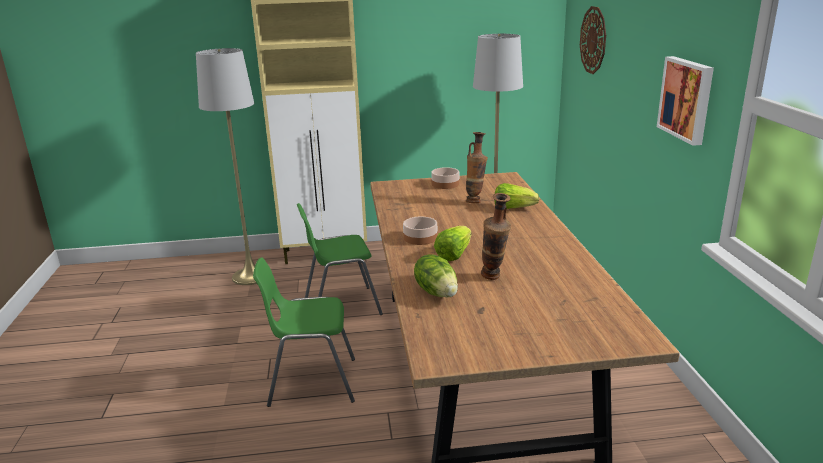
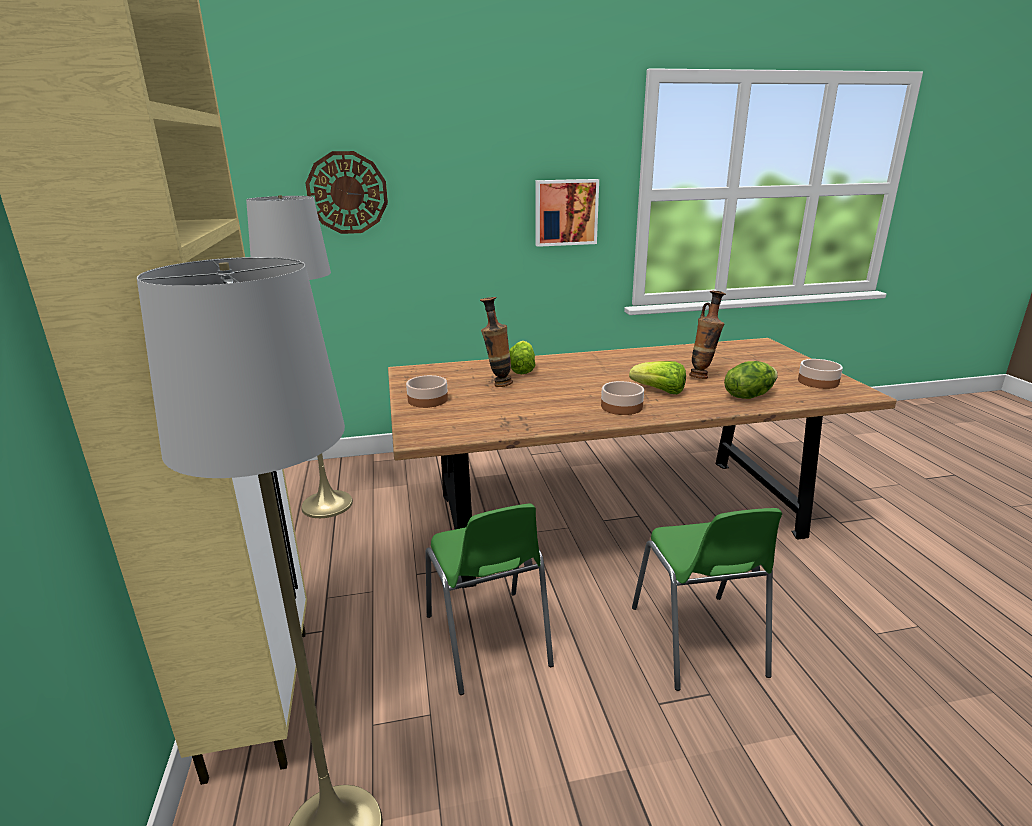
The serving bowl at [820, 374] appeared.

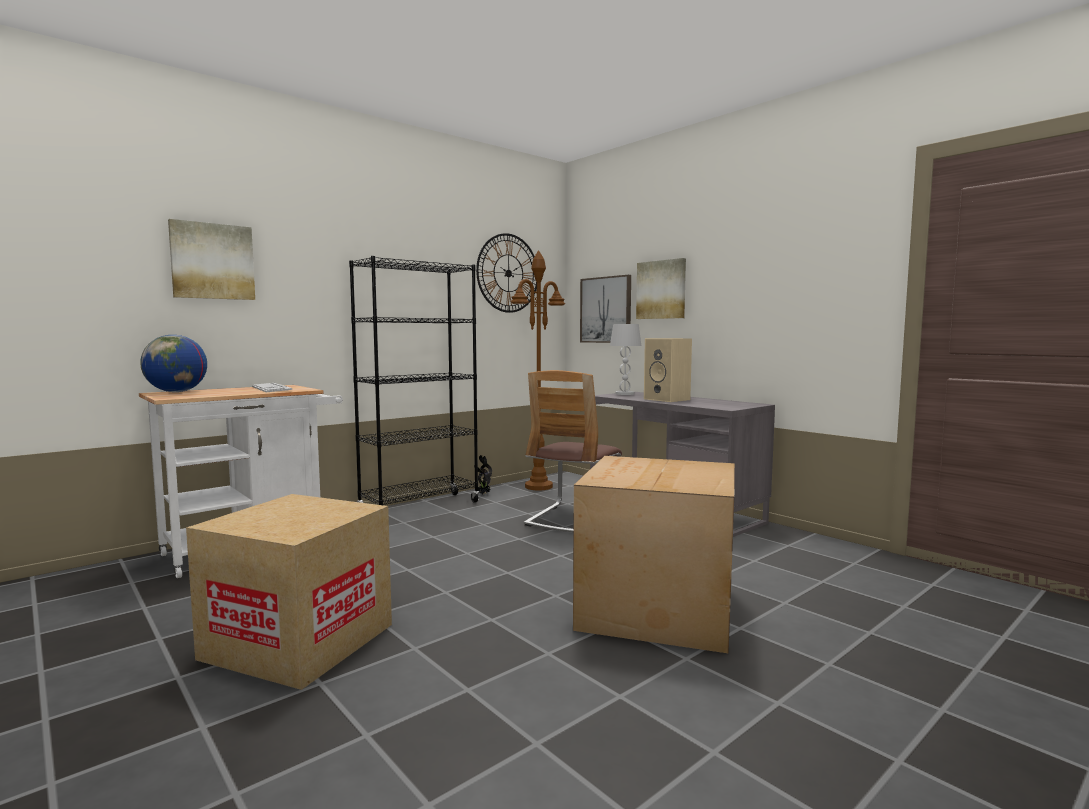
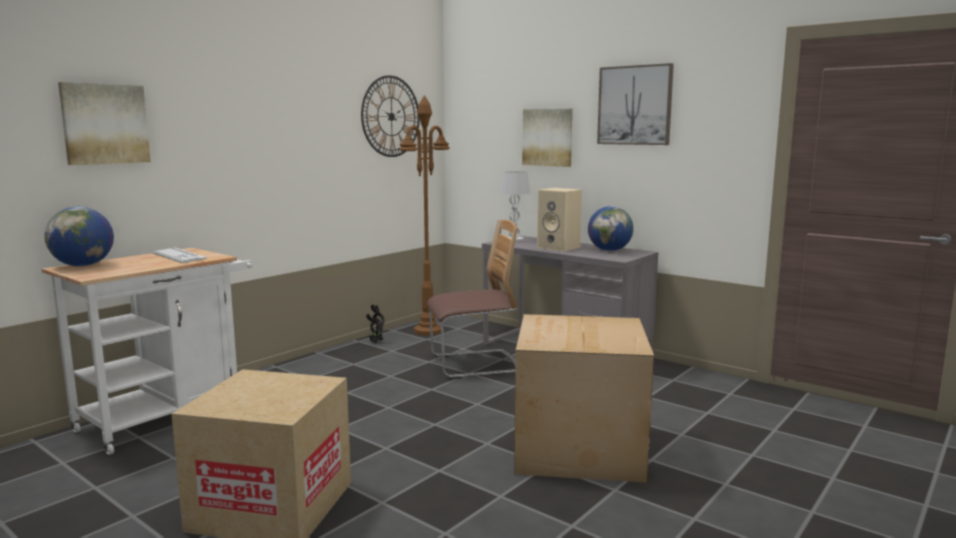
The black shelving unit at [414, 380] disappeared. The desk globe at [610, 228] appeared. The picture moved from [605, 309] to [635, 104]. The plain chair at [573, 451] turned 120 degrees counterclockwise.

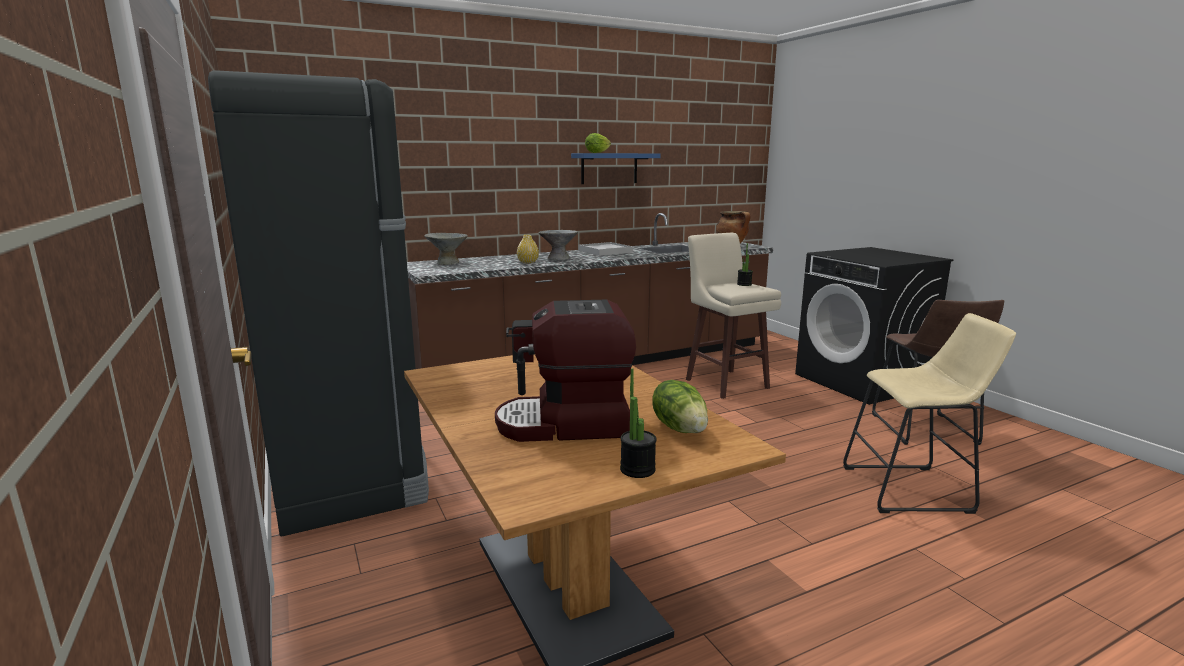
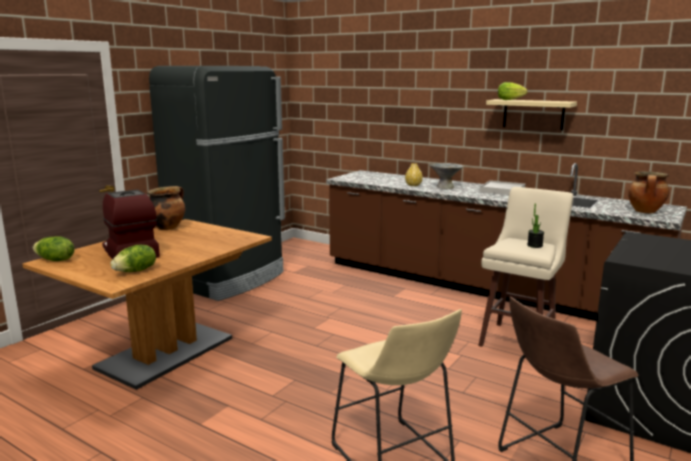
The gray serving bowl at [445, 249] disappeared. The potted plant at [638, 423] disappeared. The lettuce head at [54, 248] appeared. The stockpot at [166, 208] appeared. The bluish wall shelf at [616, 168] became the beige wall shelf at [531, 114].

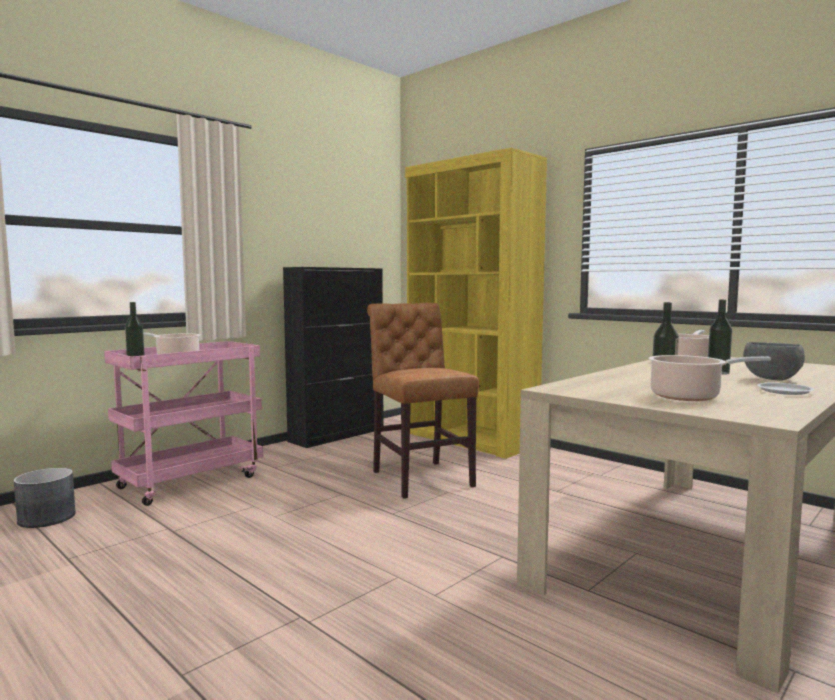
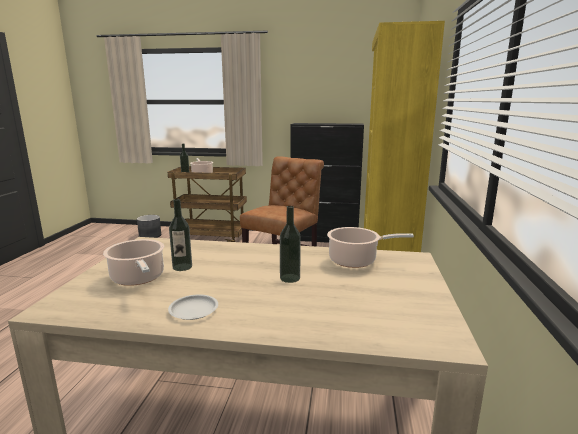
The gray serving bowl at [774, 361] disappeared. The pink wheeled cart at [183, 423] became the brown-coloured wheeled cart at [207, 204].

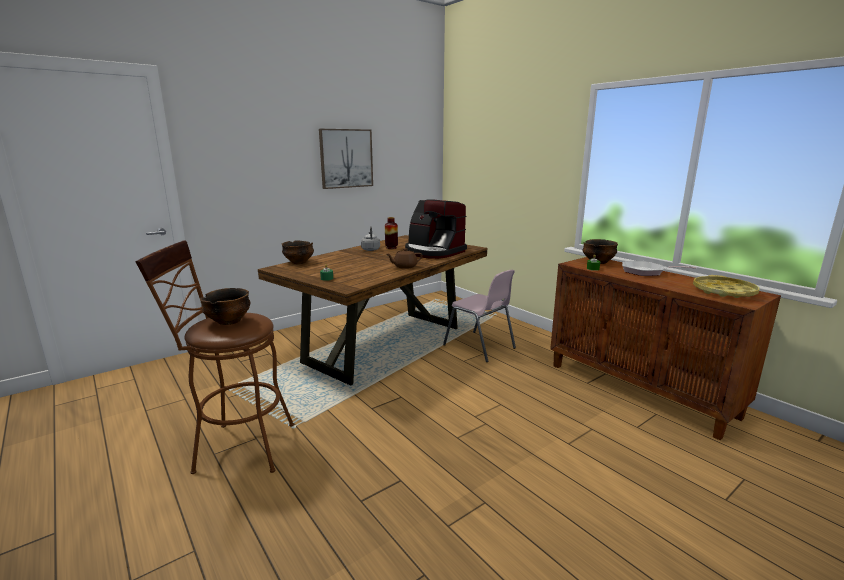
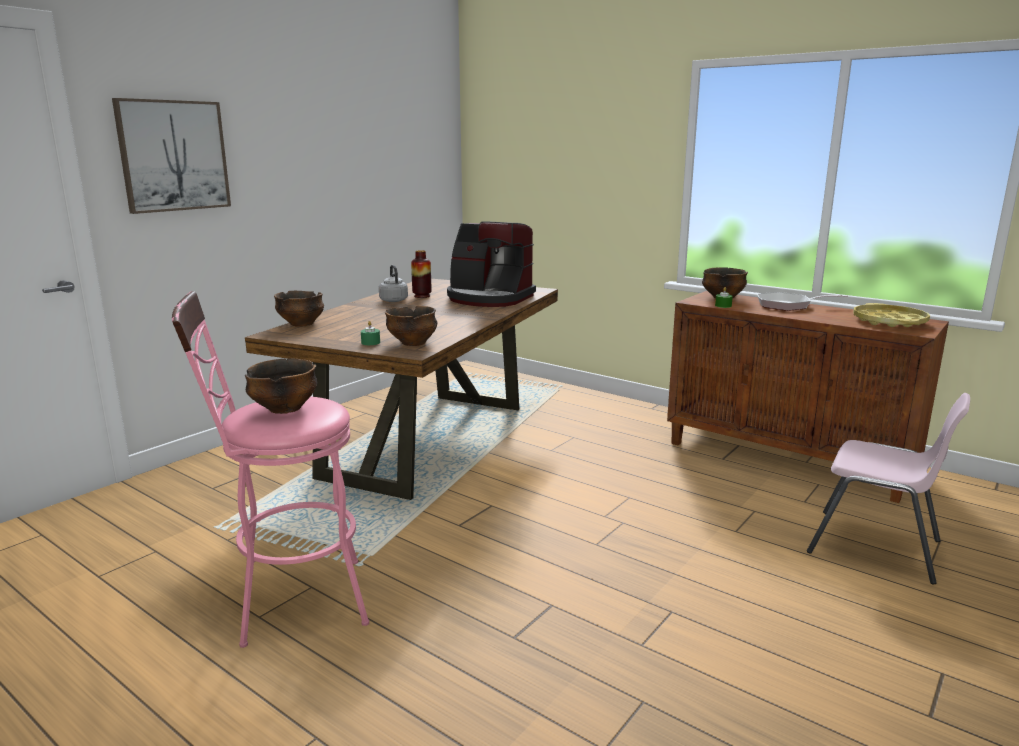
The brown-coloured teapot at [404, 258] disappeared. The serving bowl at [411, 326] appeared. The picture moved from [346, 159] to [171, 156]. The pink plain chair moved from [479, 316] to [888, 488]. The brown-coloured stool at [214, 357] became the pink stool at [270, 469].

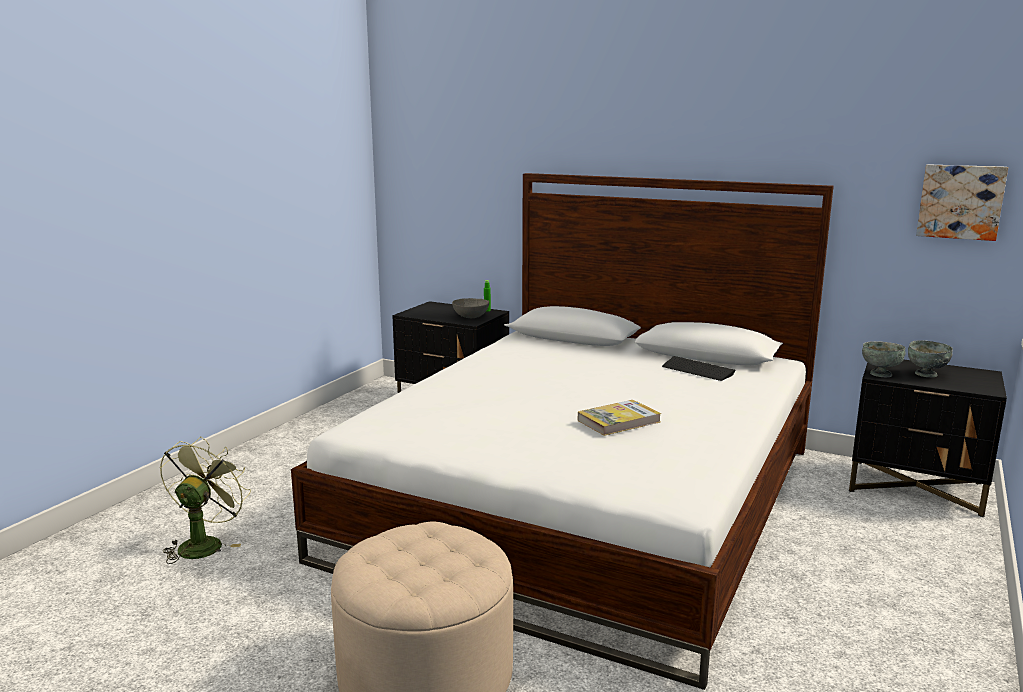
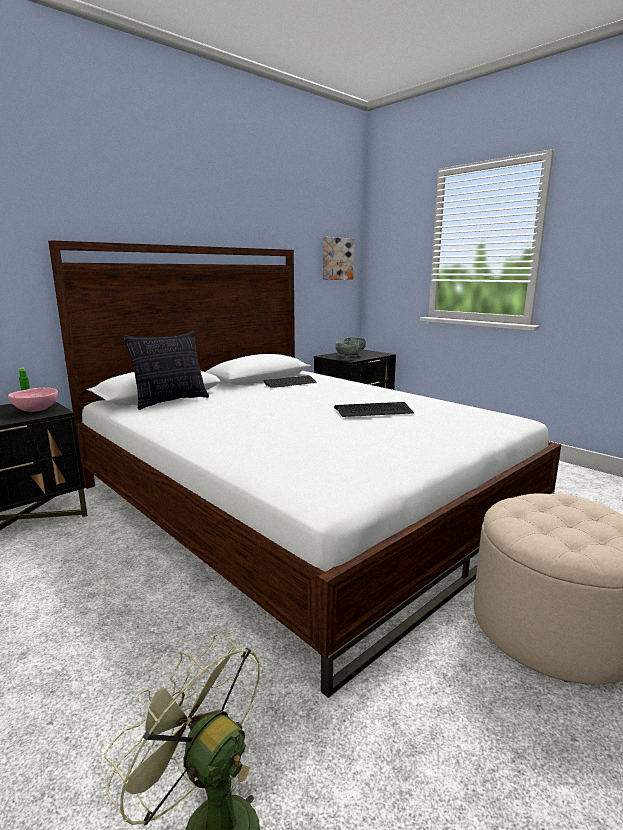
The throw pillow at [166, 370] appeared. The book at [619, 418] was replaced by the PC keyboard at [374, 409]. The gray serving bowl at [470, 308] became the pink serving bowl at [33, 399].

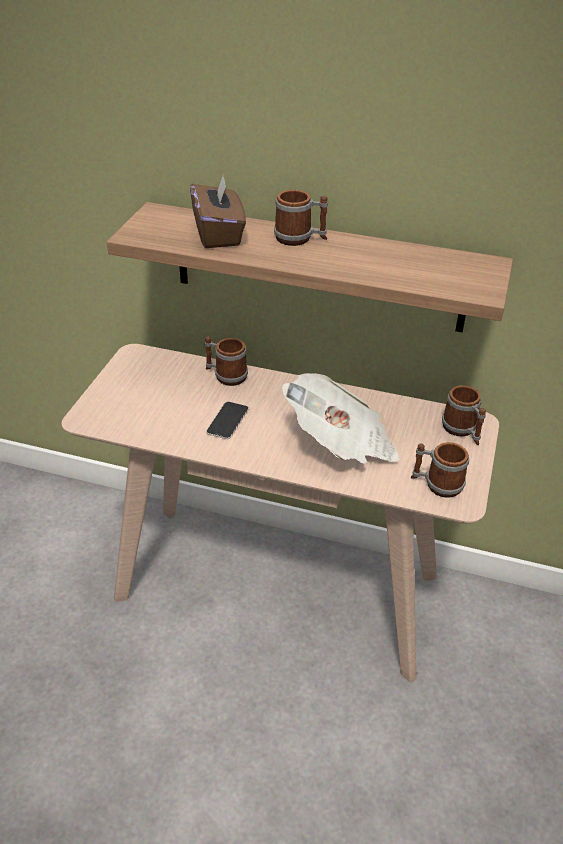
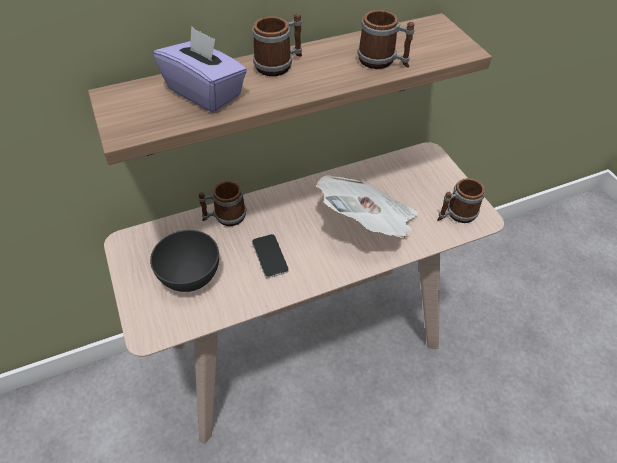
The gray serving bowl at [184, 261] appeared. The coffee mug moved from [464, 415] to [386, 39]. The brown-coloured tissue box at [218, 210] became the purple tissue box at [200, 69].

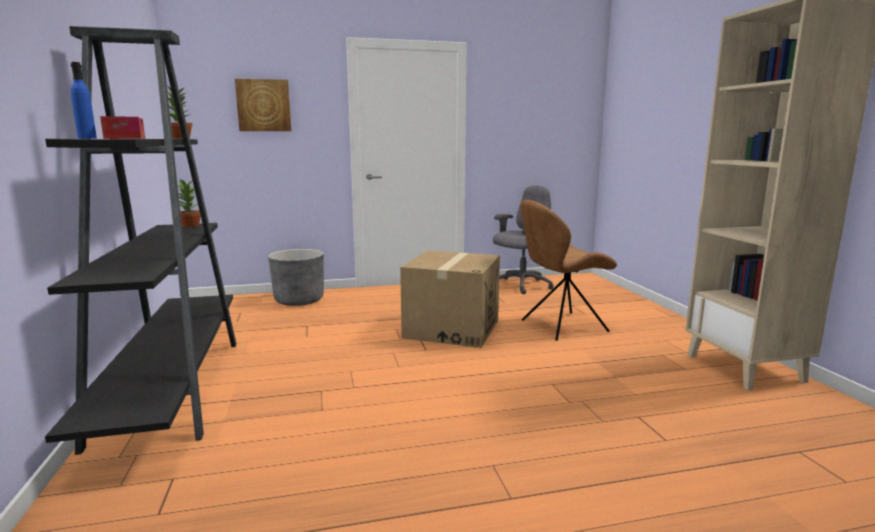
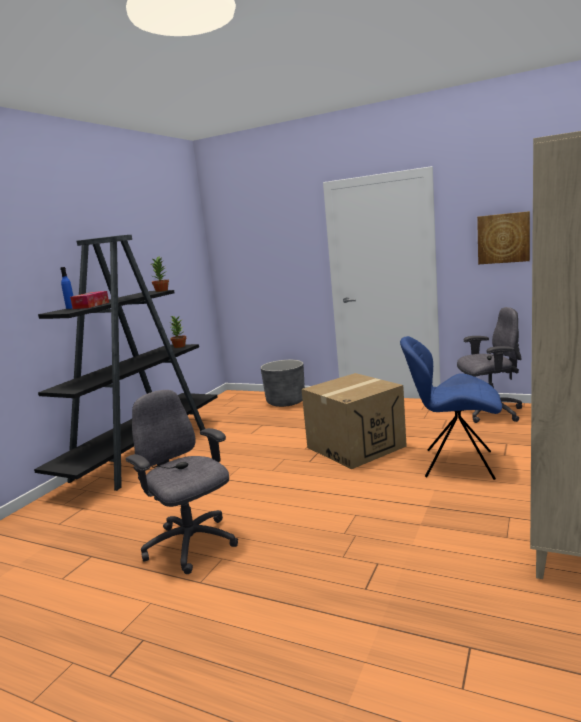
The gray office chair at [182, 482] appeared. The picture moved from [263, 105] to [503, 237]. The brown-coloured plain chair at [568, 270] became the bluish plain chair at [451, 408].

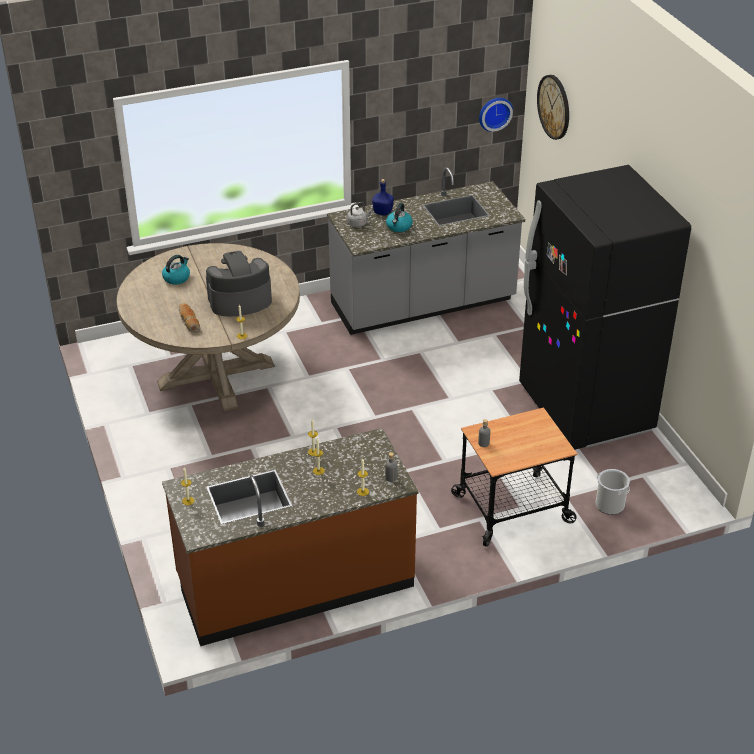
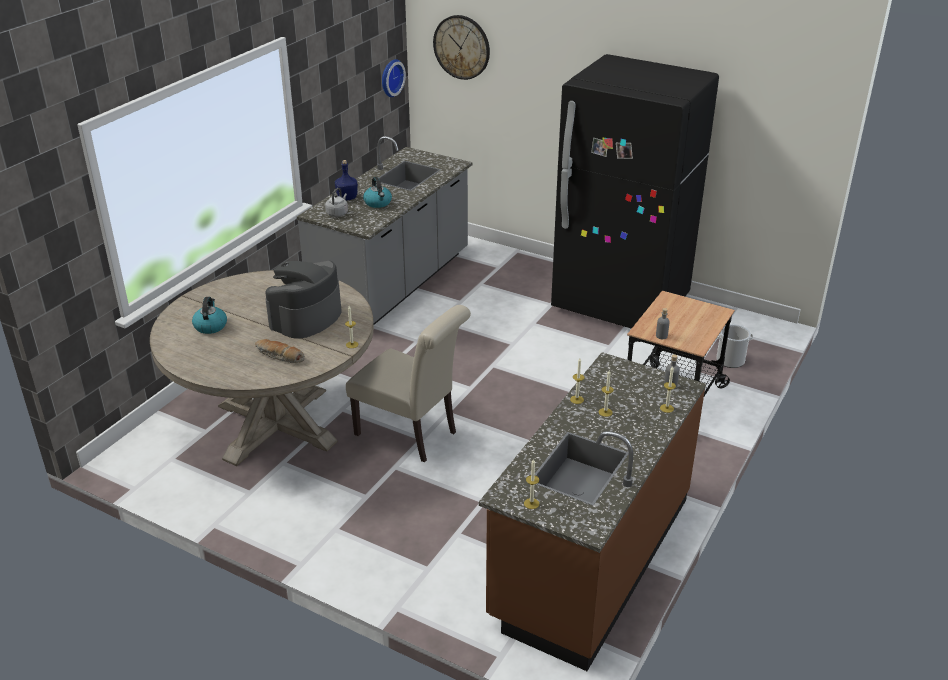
The beige plain chair at [408, 384] appeared.

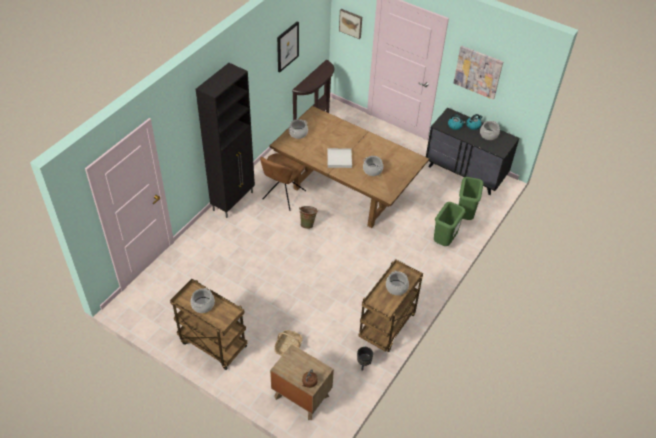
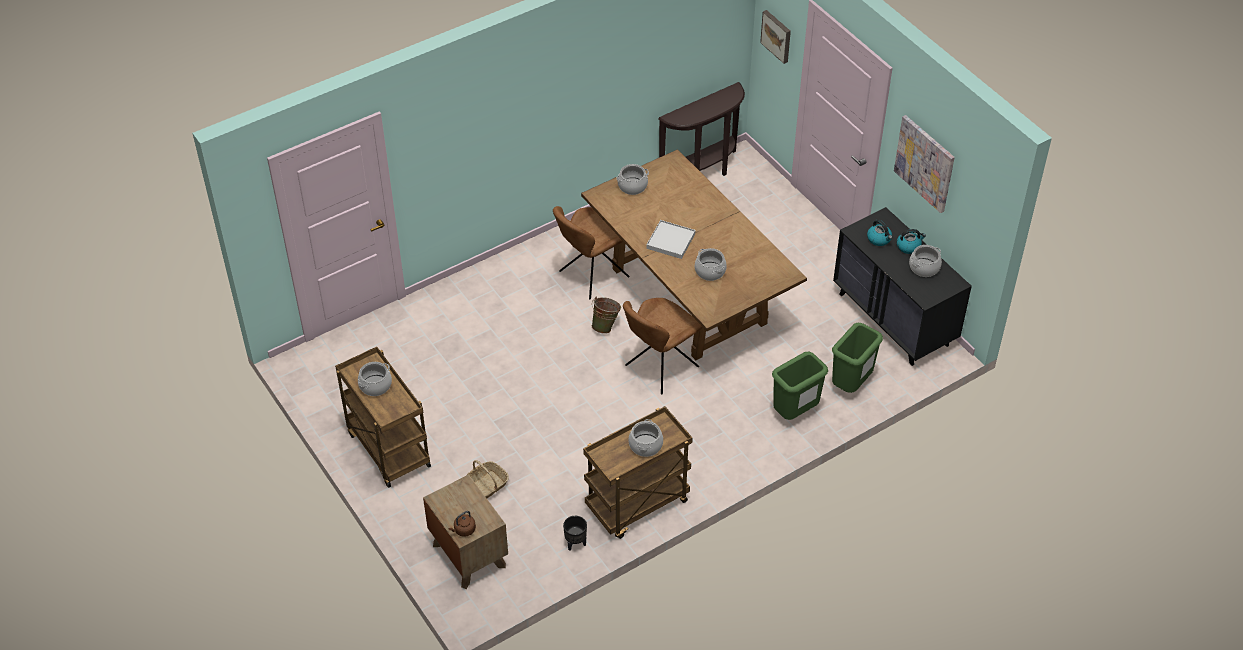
The black storage cabinet at [225, 140] disappeared. The picture at [288, 46] disappeared. The brown-coloured plain chair at [663, 346] appeared.

